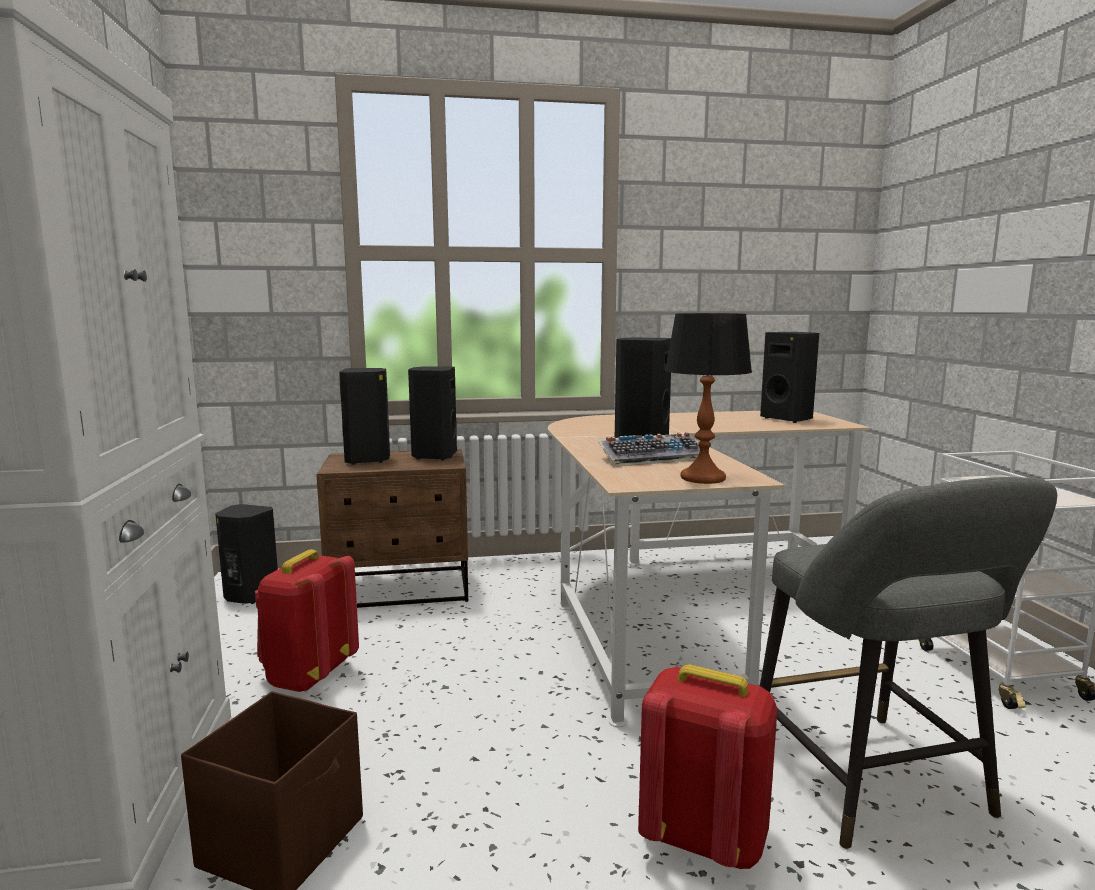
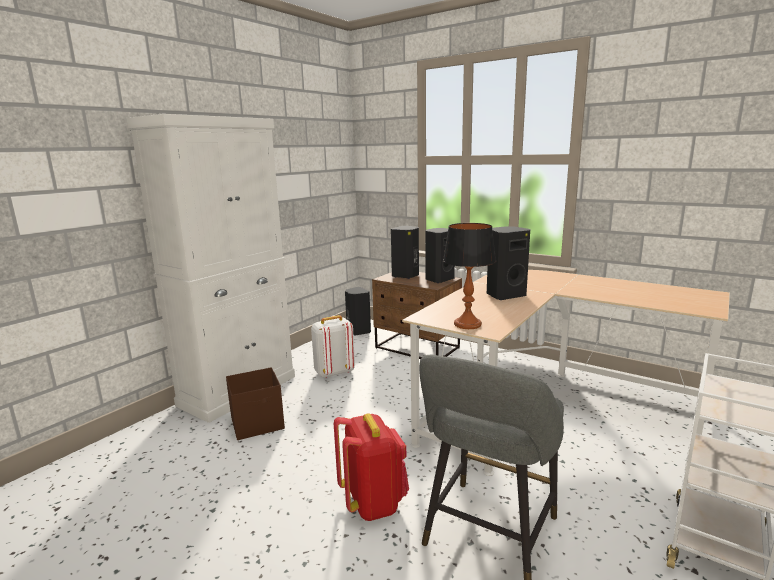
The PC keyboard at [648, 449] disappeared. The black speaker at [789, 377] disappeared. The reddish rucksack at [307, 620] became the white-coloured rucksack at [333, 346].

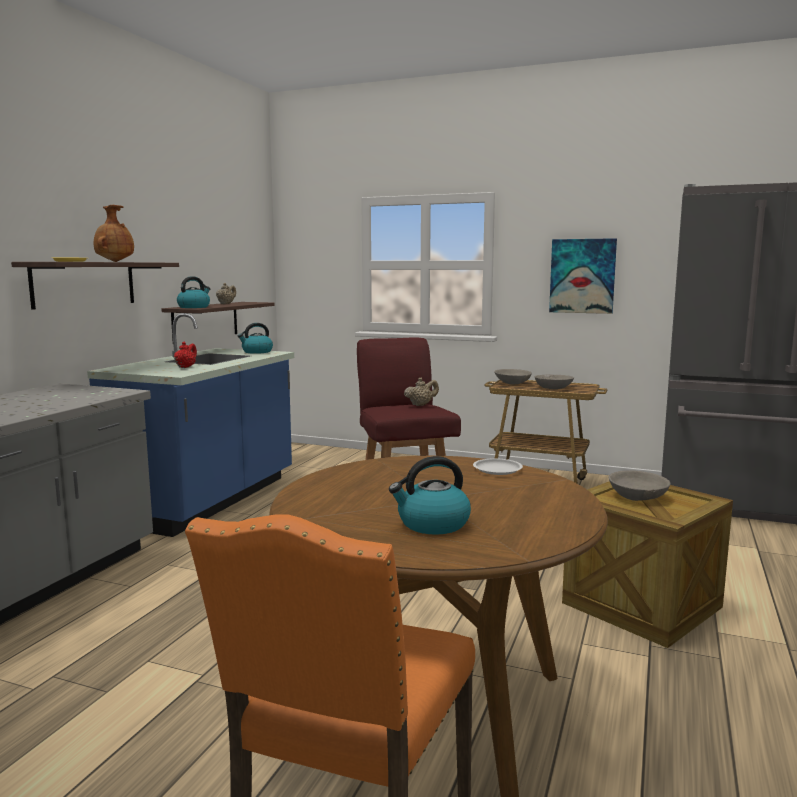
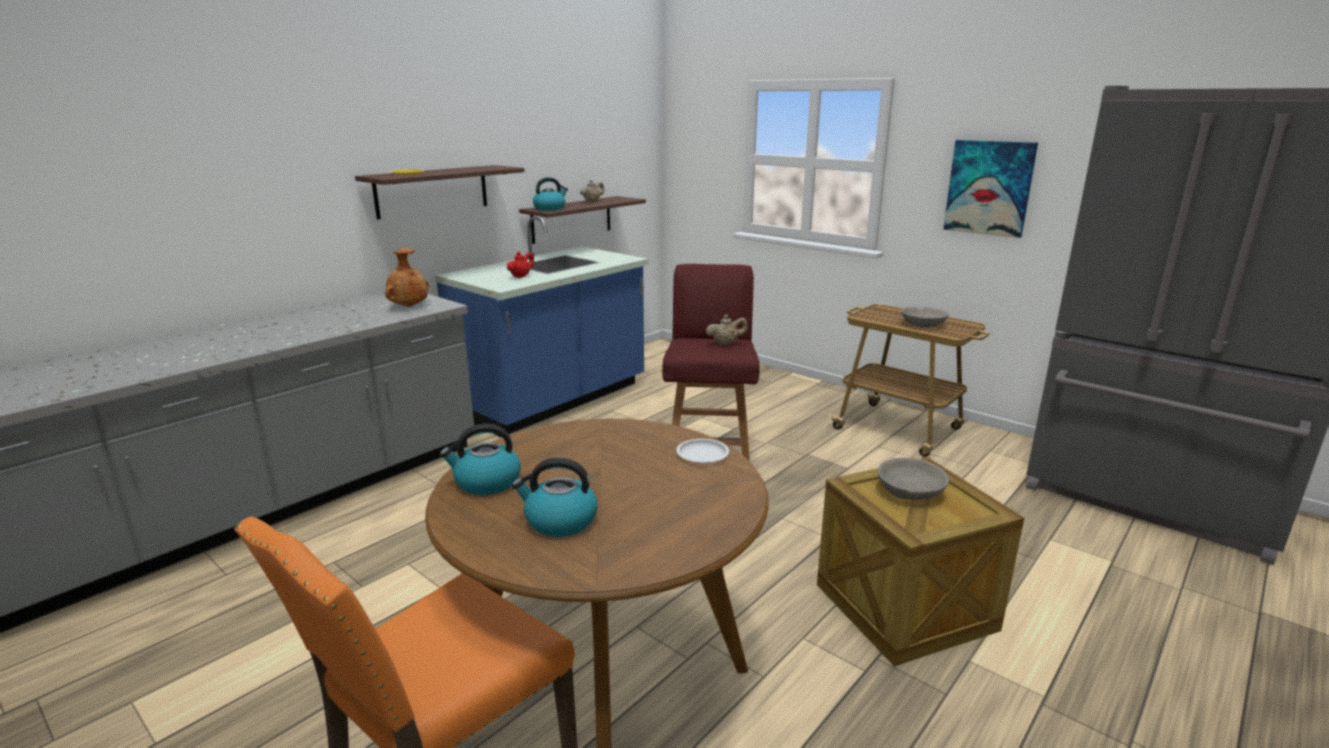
The gray serving bowl at [513, 376] disappeared. The brown-coloured flower vase moved from [114, 233] to [407, 277]. The tea kettle moved from [255, 338] to [480, 459].

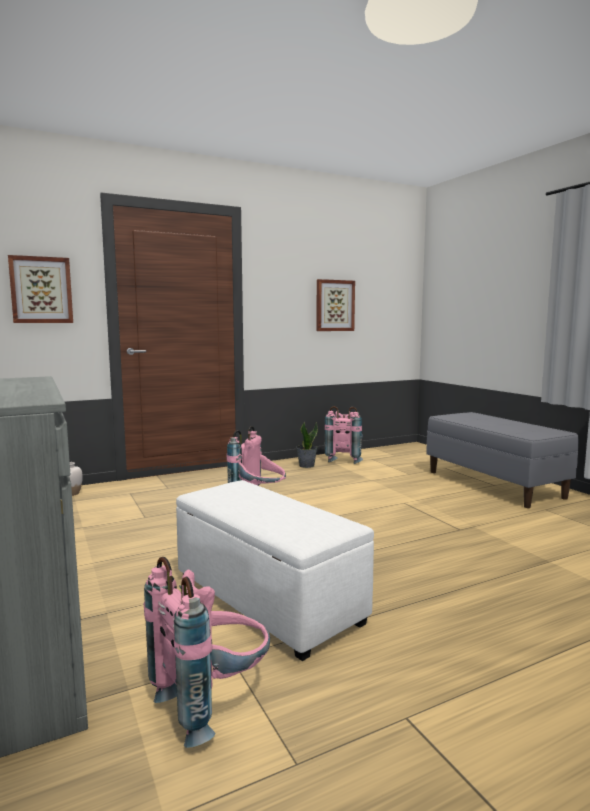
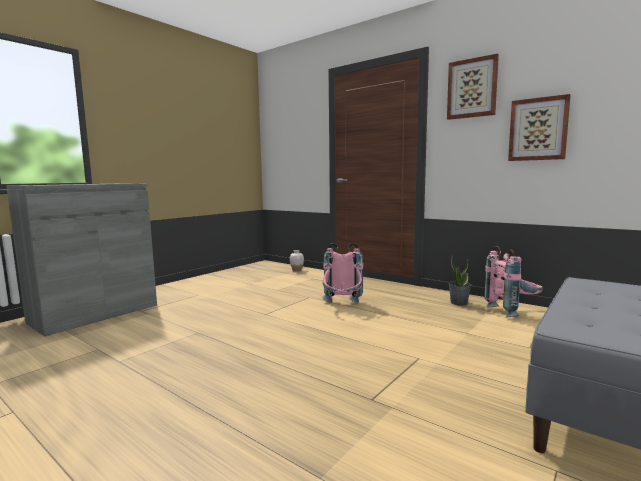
The pink rucksack at [207, 652] disappeared. The white-coloured ottoman at [275, 570] disappeared. The picture moved from [40, 289] to [473, 87].

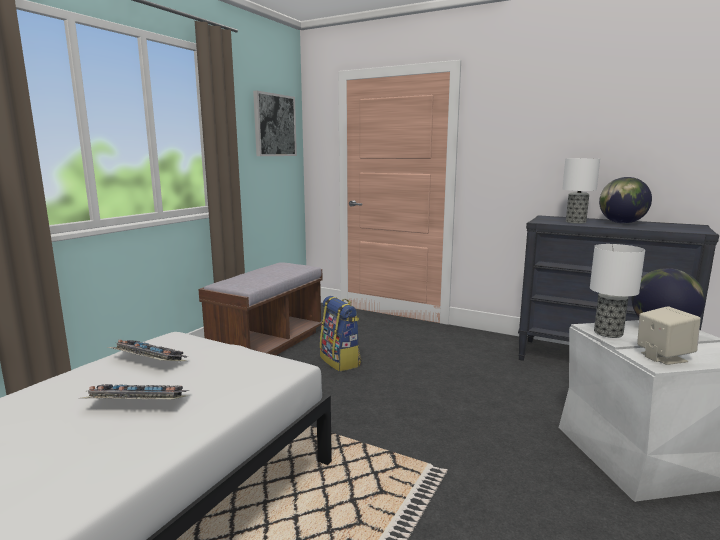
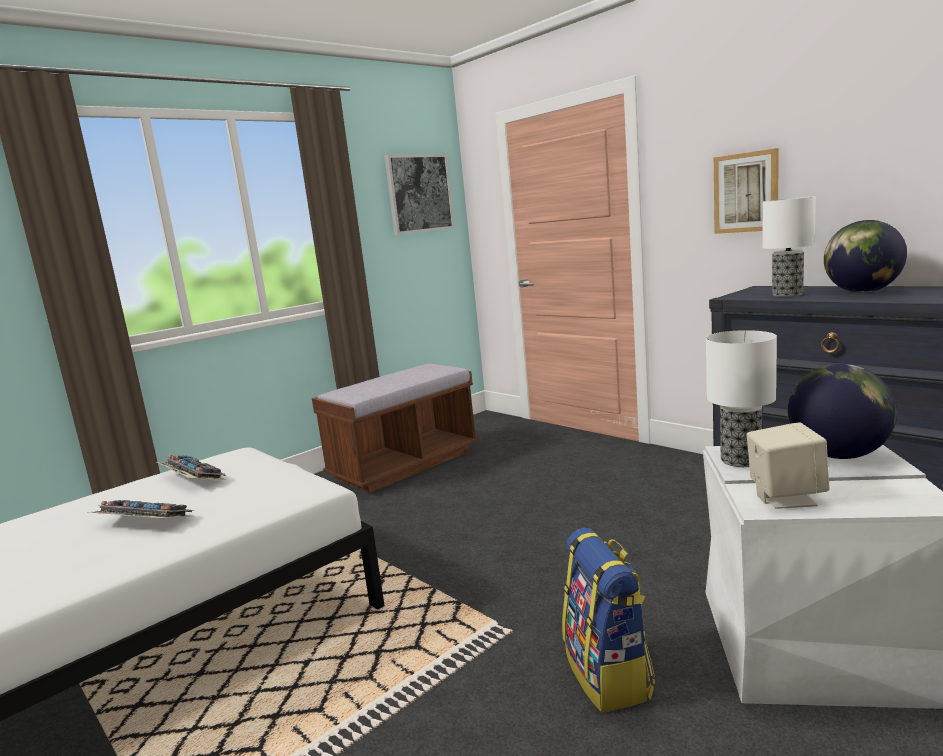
The picture at [746, 191] appeared. The rucksack moved from [340, 334] to [608, 620].

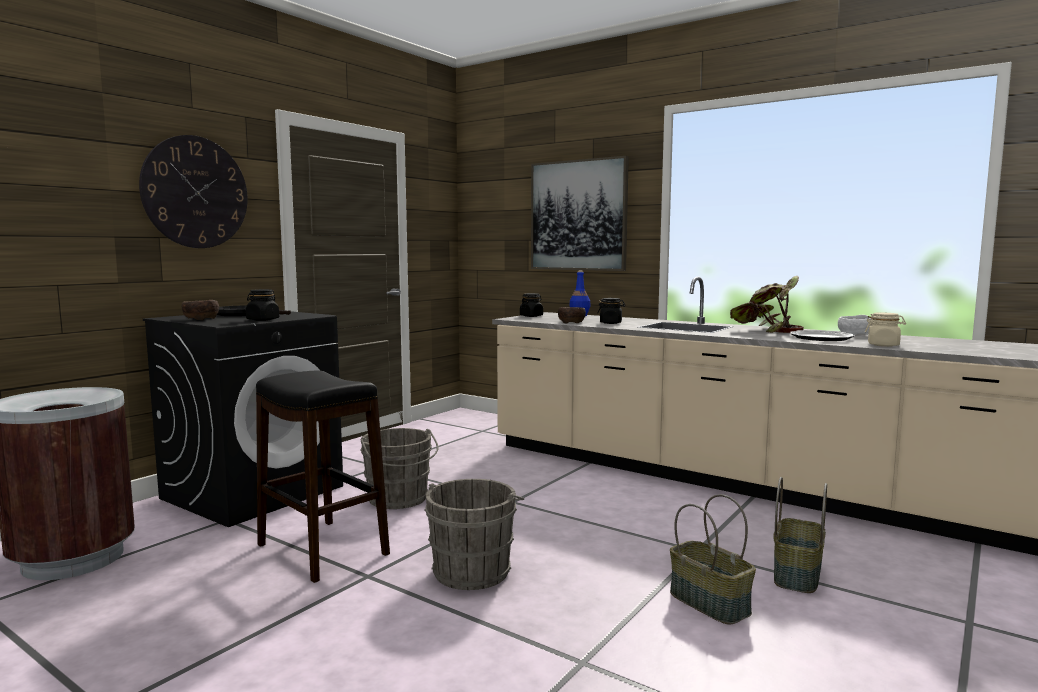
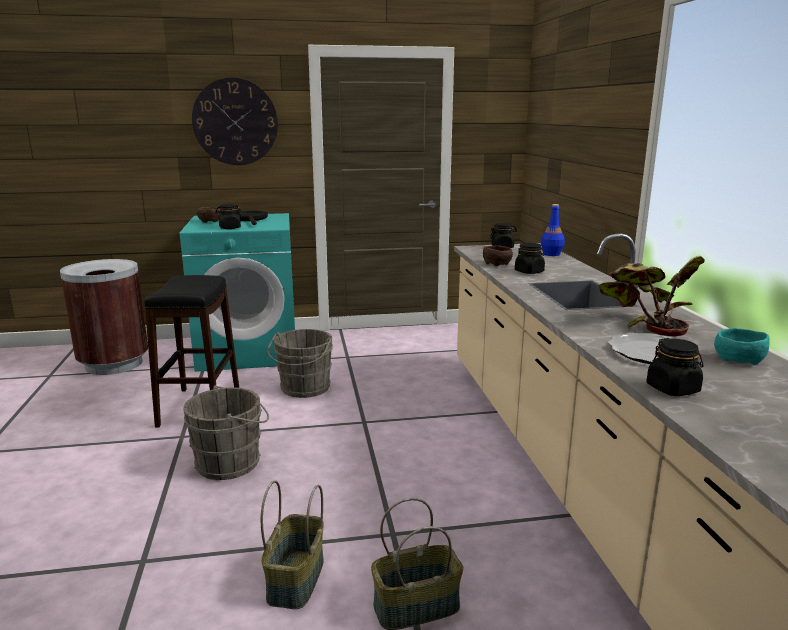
The picture at [580, 213] disappeared. The black laundry machine at [243, 419] became the blue-green laundry machine at [237, 292]. The white-coloured serving bowl at [854, 325] became the blue-green serving bowl at [742, 346]. The beige preserve jar at [885, 329] became the black preserve jar at [675, 367].

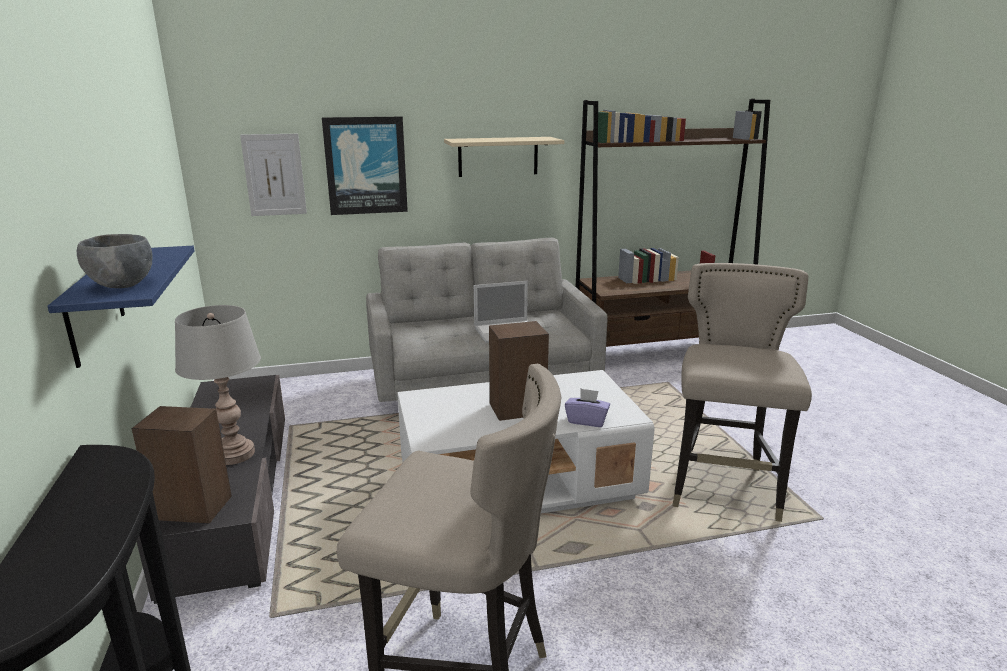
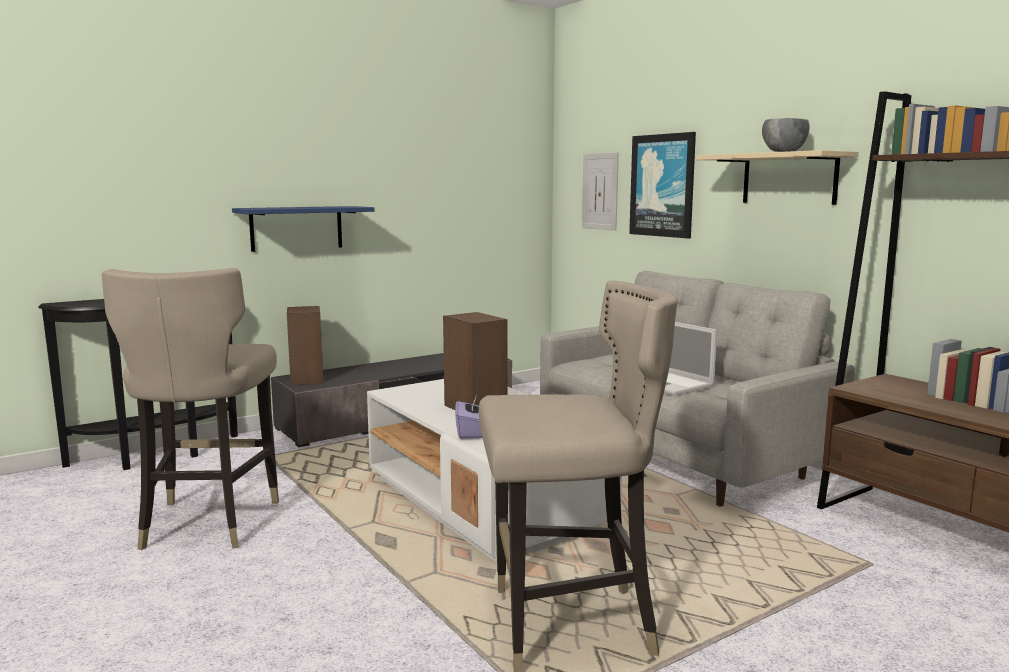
The gray table lamp at [218, 385] disappeared. The gray serving bowl moved from [114, 261] to [785, 135].

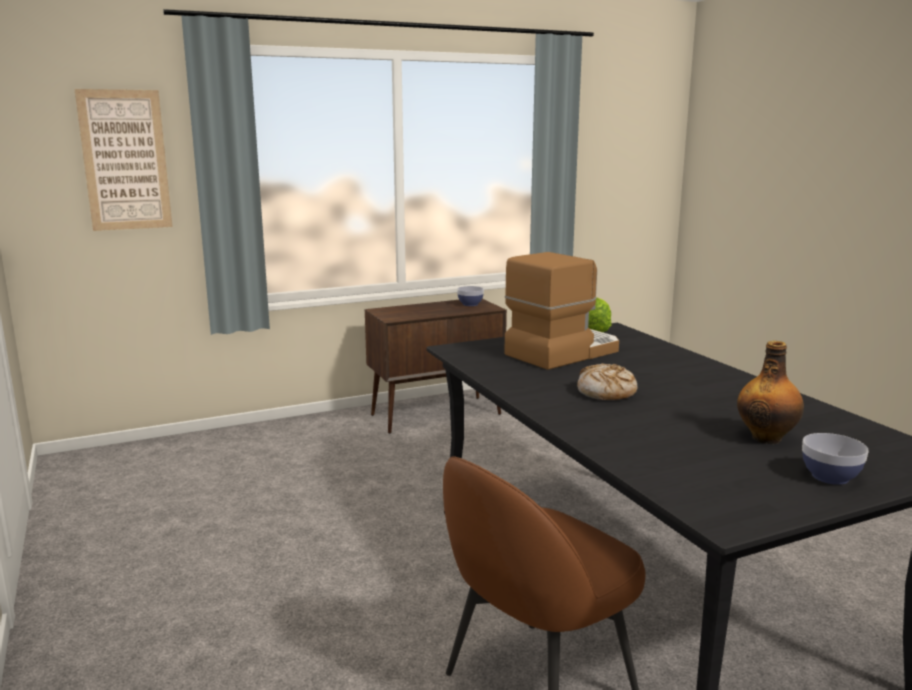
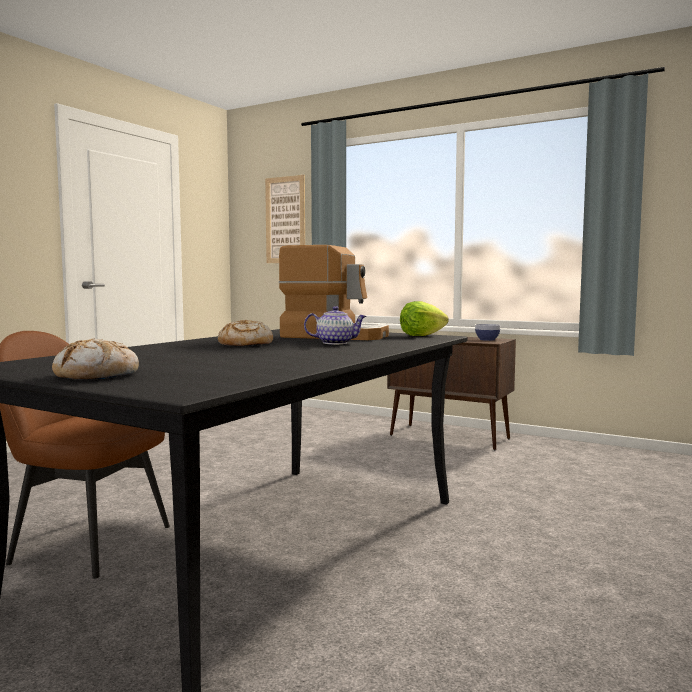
The beverage bottle at [770, 392] disappeared. The teapot at [335, 325] appeared. The serving bowl at [835, 459] was replaced by the bread at [95, 359].

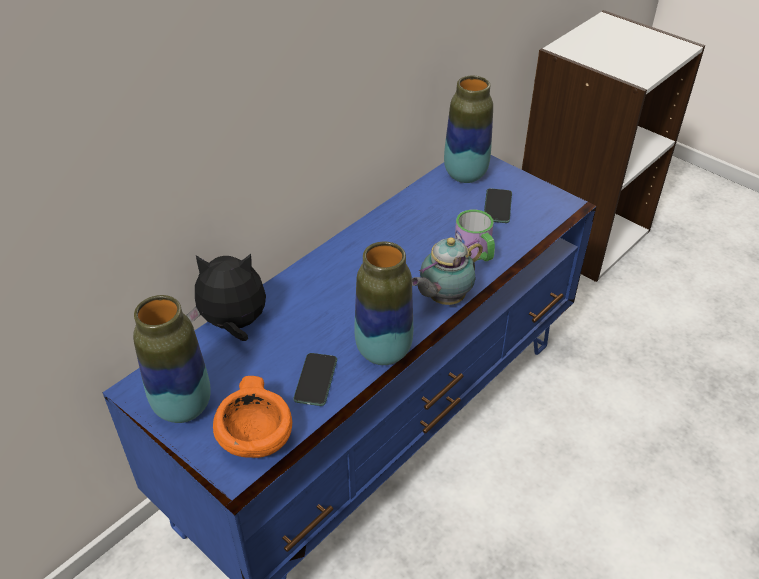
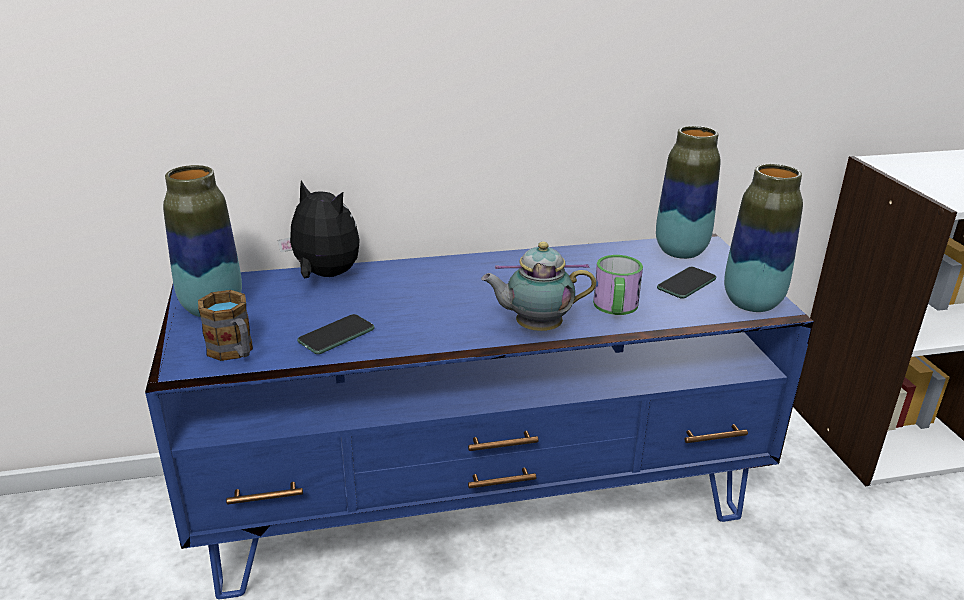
The flower vase moved from [383, 303] to [763, 238]. The orangey serving bowl at [252, 417] was replaced by the coffee mug at [225, 325].

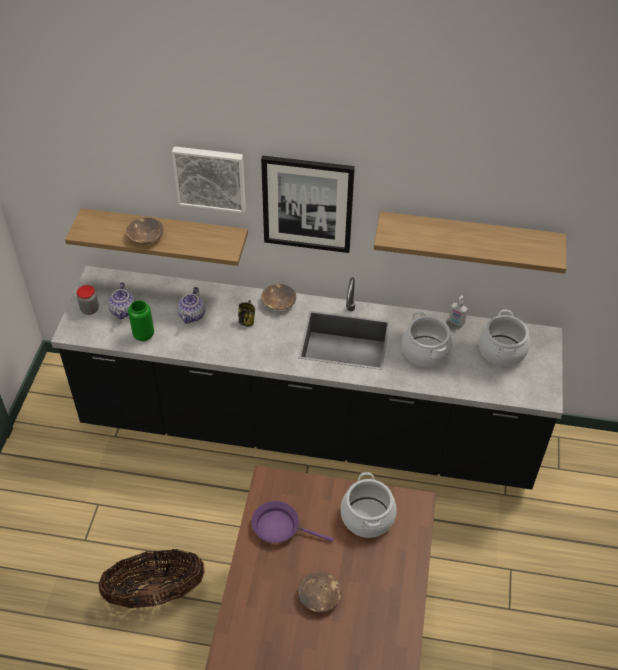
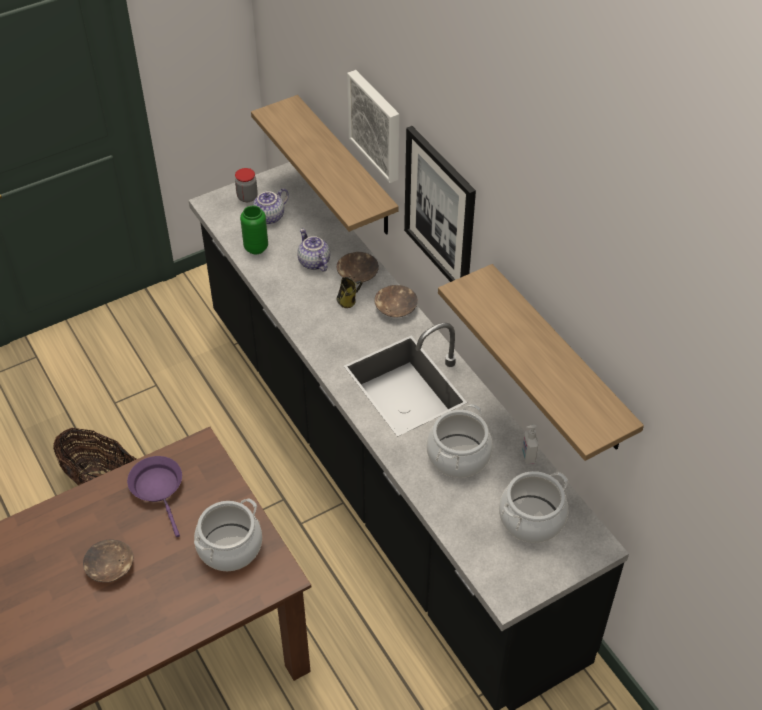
The brown-coloured serving bowl moved from [145, 231] to [358, 267]. The teapot at [191, 305] turned 90 degrees clockwise.

